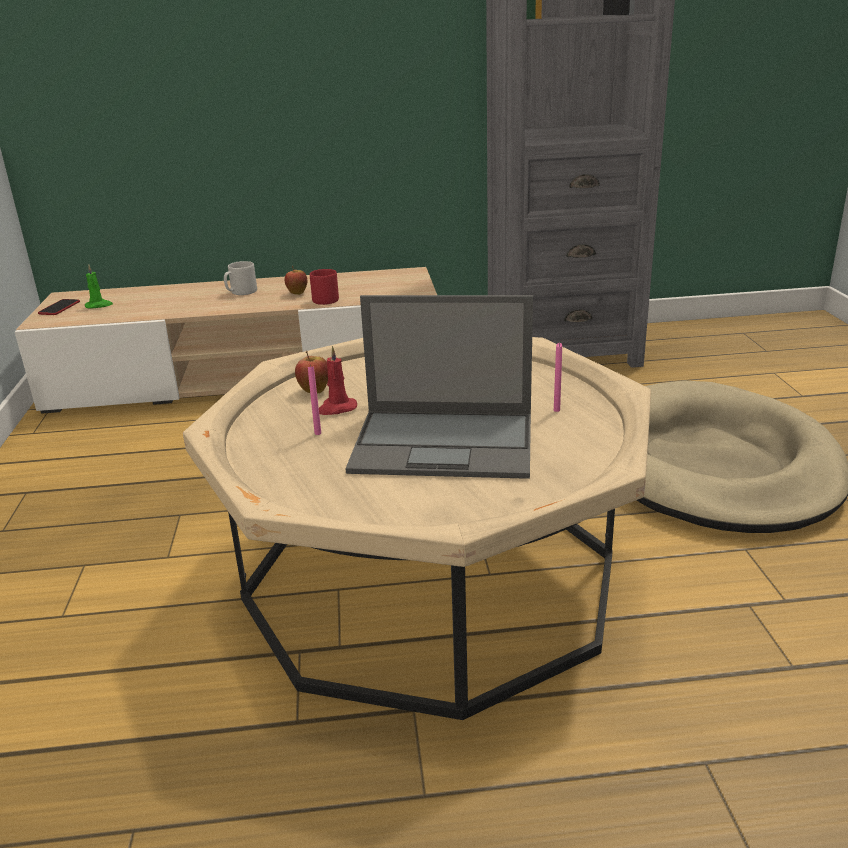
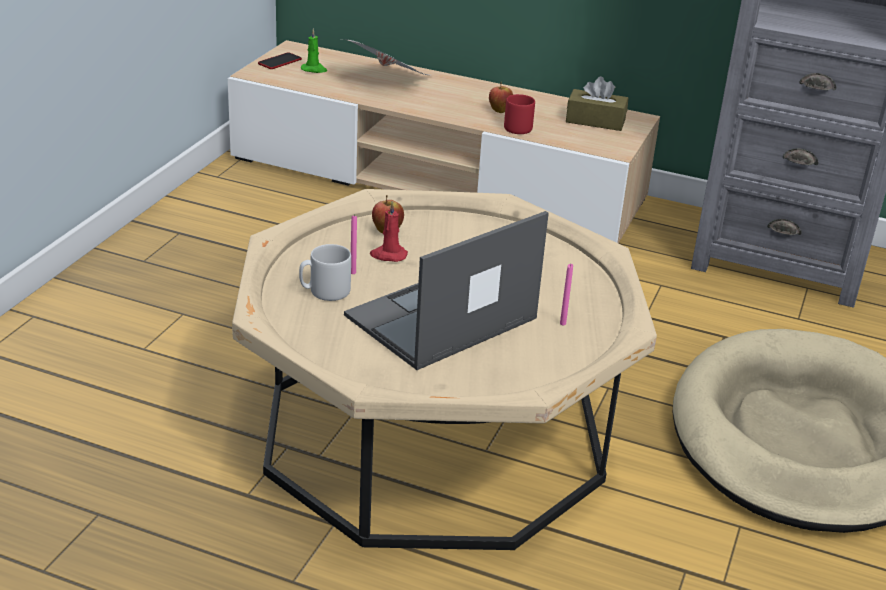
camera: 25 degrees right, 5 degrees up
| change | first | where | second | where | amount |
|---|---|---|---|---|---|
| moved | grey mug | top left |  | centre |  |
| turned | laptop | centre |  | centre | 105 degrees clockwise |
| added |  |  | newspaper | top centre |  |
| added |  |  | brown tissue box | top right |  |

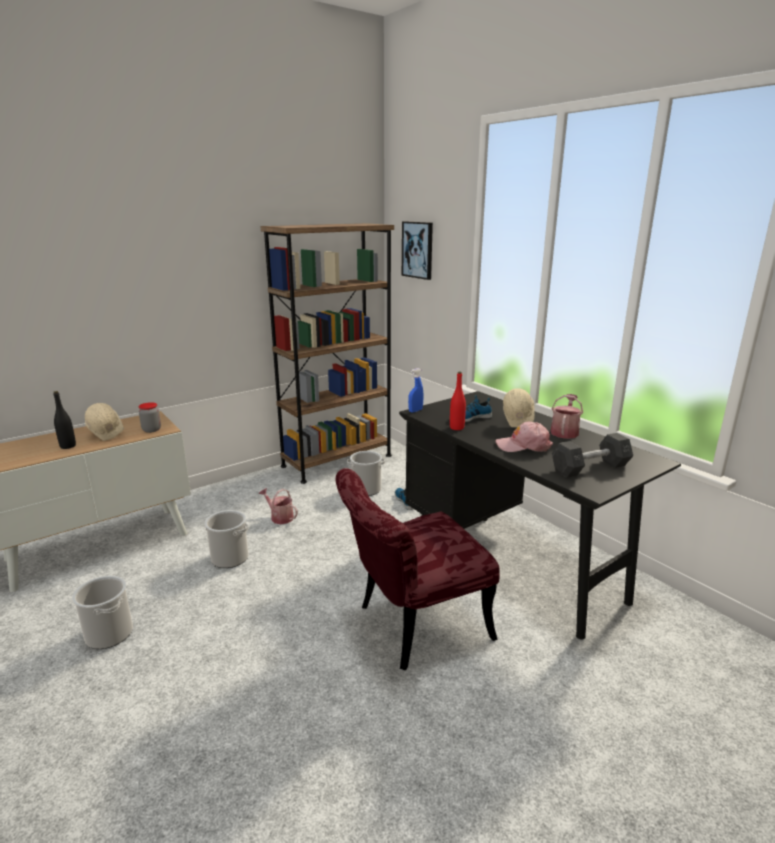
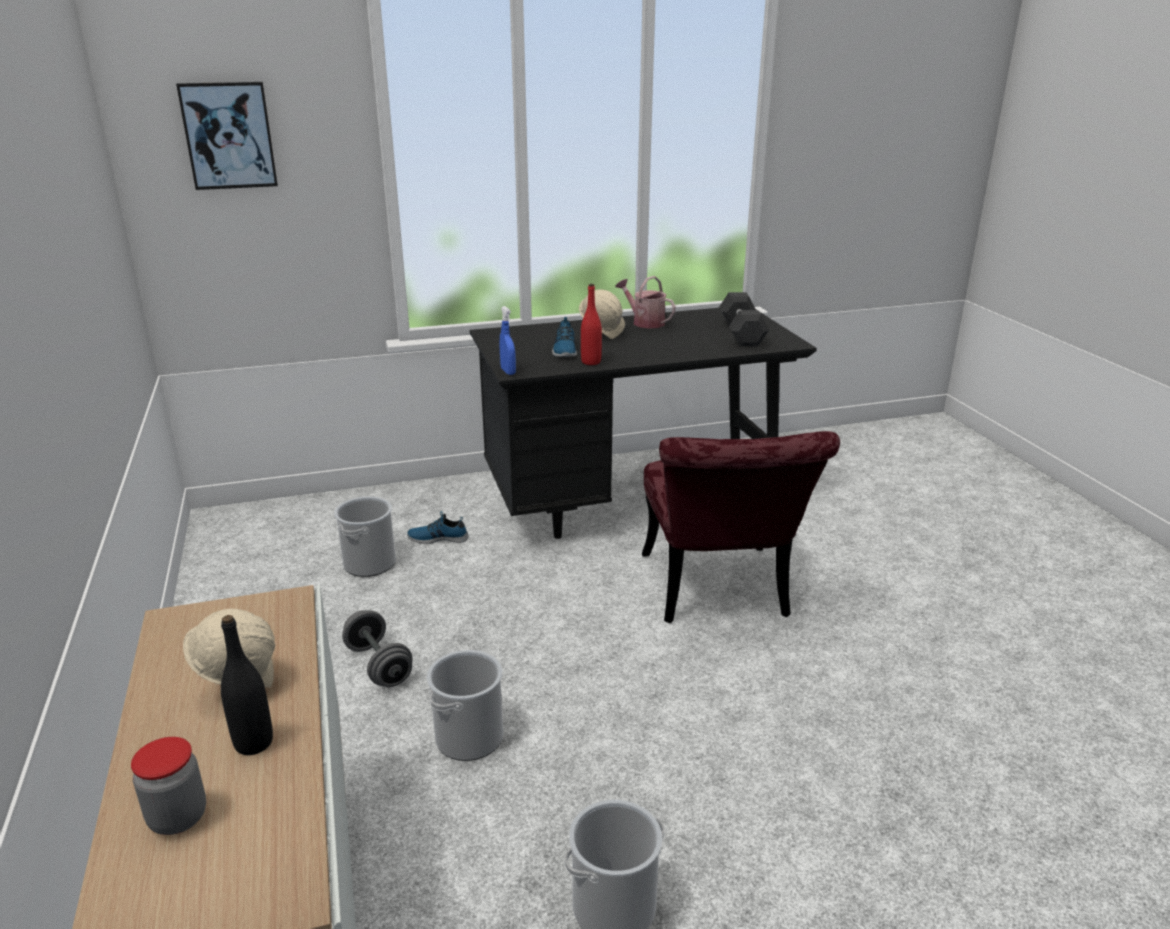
camera: 70 degrees left, 5 degrees up
| change | first | where | second | where | amount |
|---|---|---|---|---|---|
| moved | jar | middle left |  | bottom left |  |
| replaced | watering can (1st from left) | centre | grey dumbbell (1st from left) | bottom left |  |
| removed | brown bookcase | centre |  |  |  |
| removed | pink cap | middle right |  |  |  |

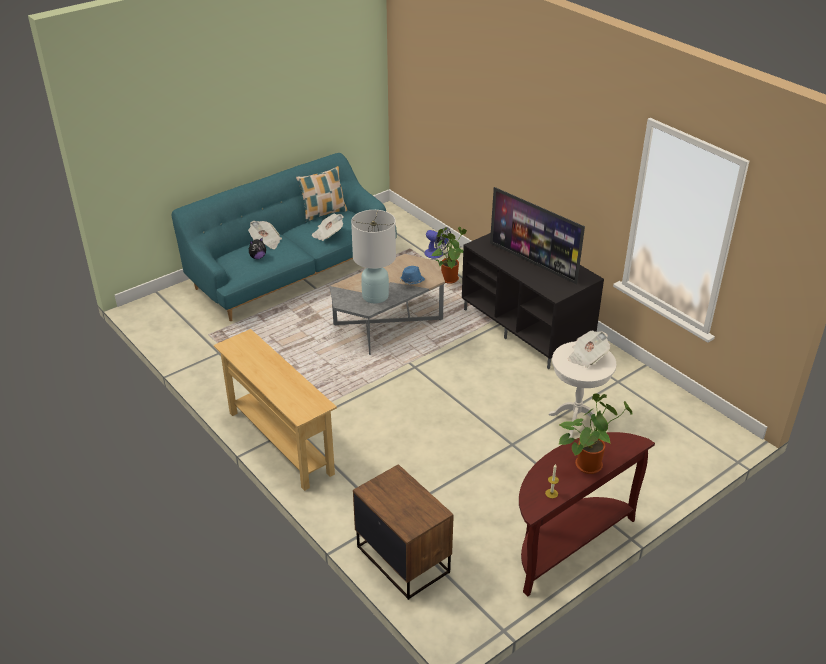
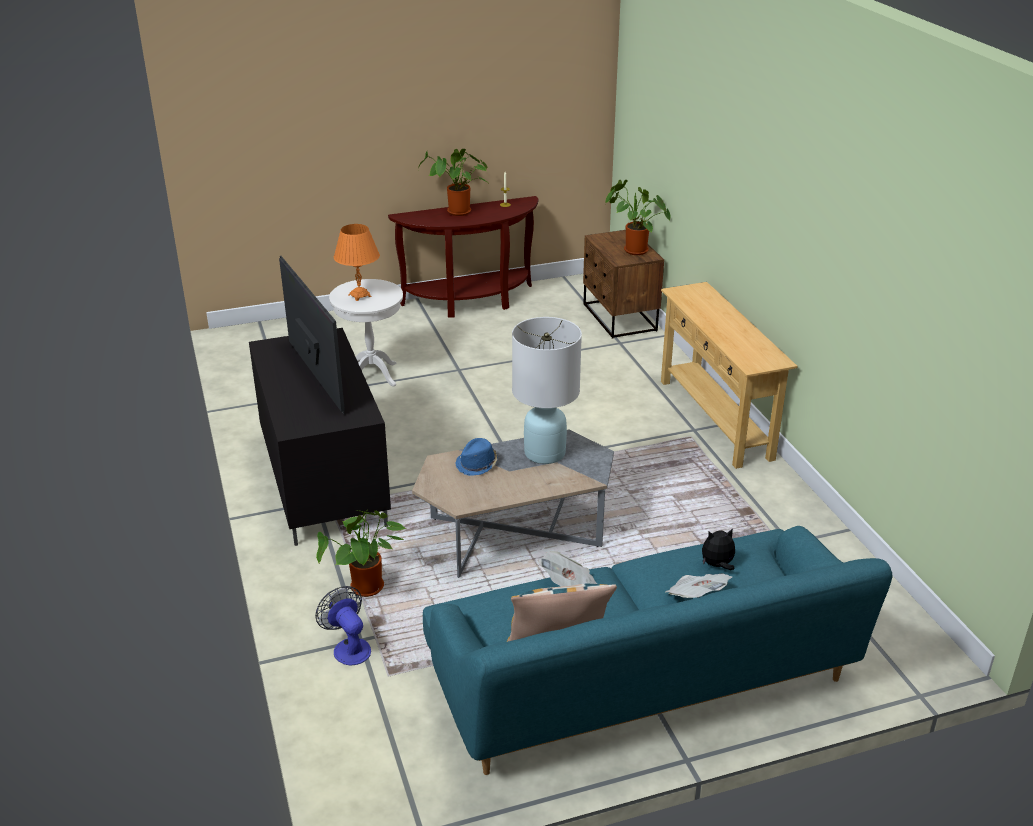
camera: 160 degrees left, 5 degrees down
| change | first | where | second | where | amount |
|---|---|---|---|---|---|
| replaced | newspaper (3rd from left) | middle right | orange table lamp | top centre |  |
| added |  |  | potted plant (3rd from left) | top centre |  |

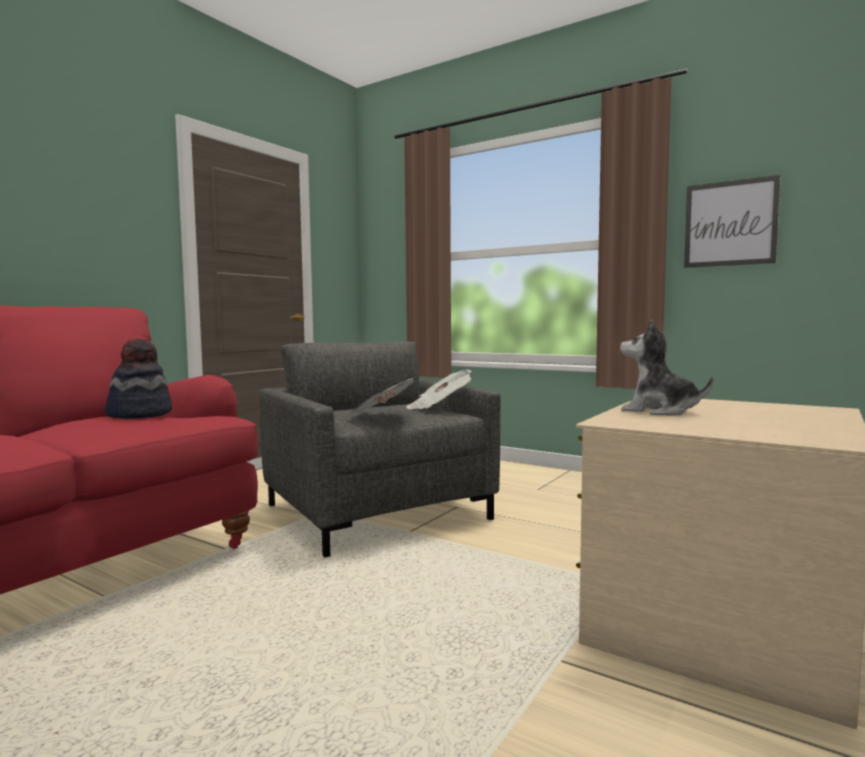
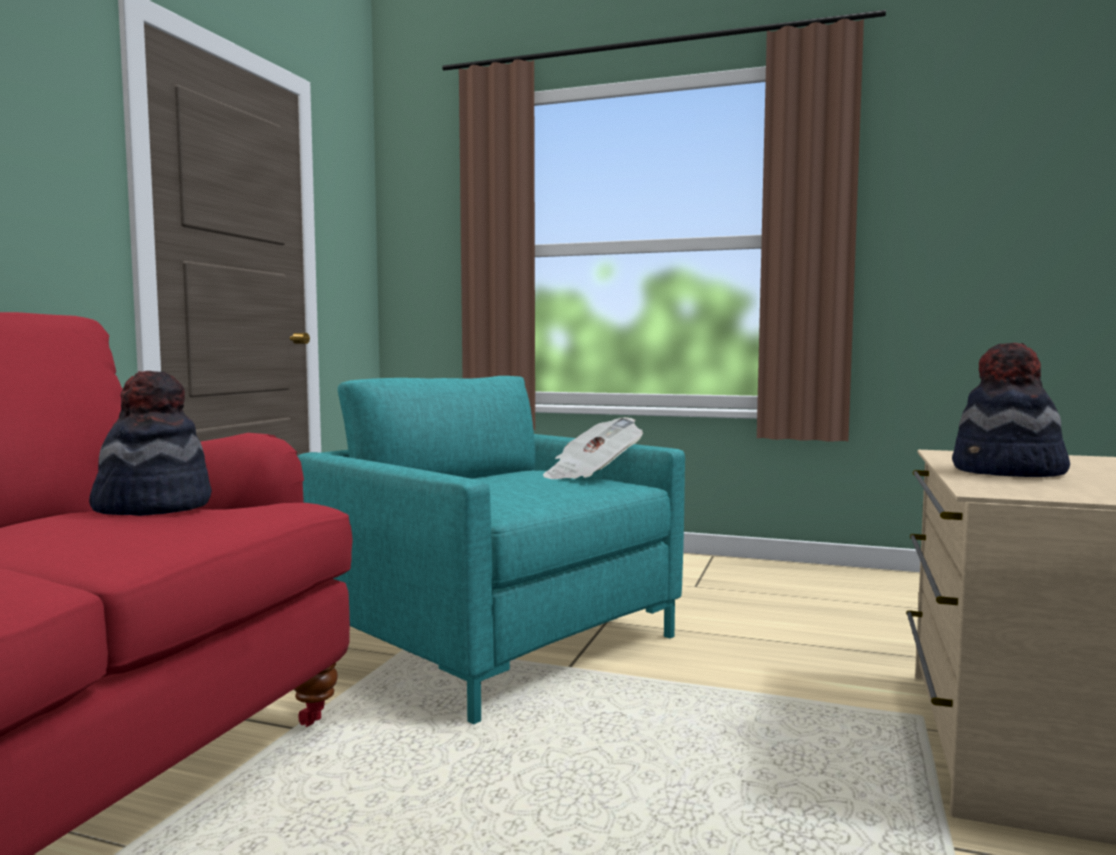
camera: 15 degrees left, 0 degrees up
| change | first | where | second | where | amount |
|---|---|---|---|---|---|
| recoloured | grey armchair | centre | turquoise armchair | centre |  |
| removed | newspaper (1st from left) | centre |  |  |  |
| replaced | plush toy | middle right | hat (2nd from left) | middle right |  |
| removed | picture | top right |  |  |  |

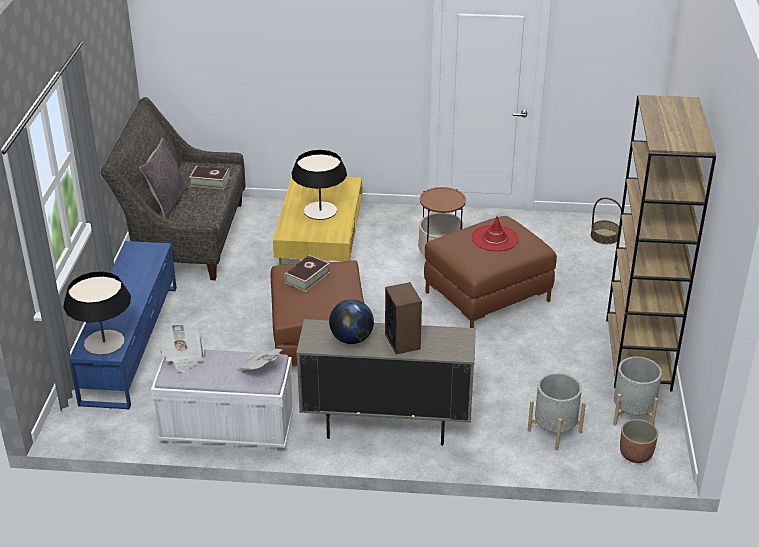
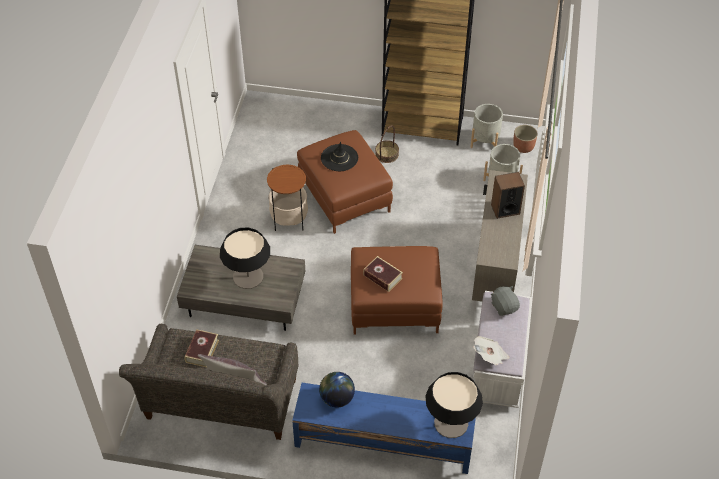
camera: 85 degrees left, 15 degrees up
| change | first | where | second | where | amount |
|---|---|---|---|---|---|
| replaced | newspaper (2nd from left) | centre | grey plush toy | middle right |  |
| recoloured | yellow coffee table | centre | grey coffee table | centre |  |
| moved | globe | centre |  | bottom centre |  |
| recoloured | red hat | centre | black hat | top centre |  |
| moved | basket | middle right |  | top centre |  |

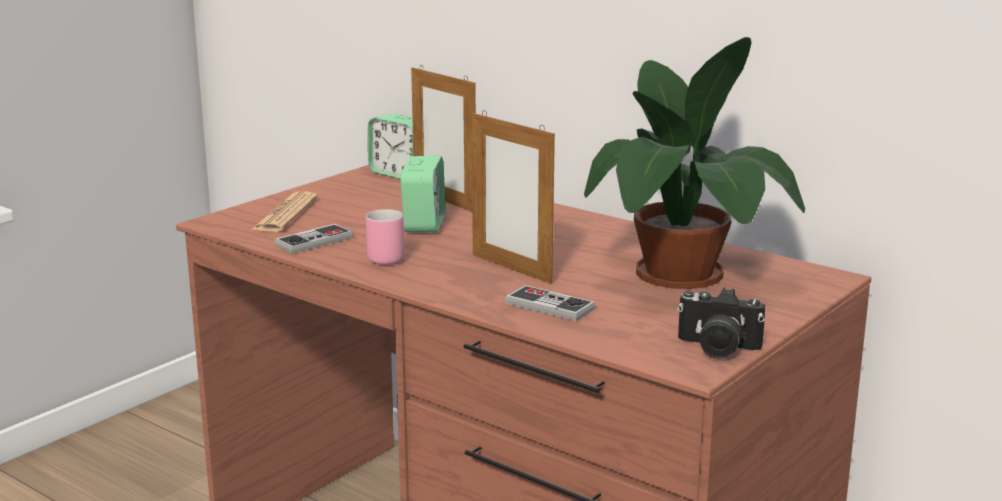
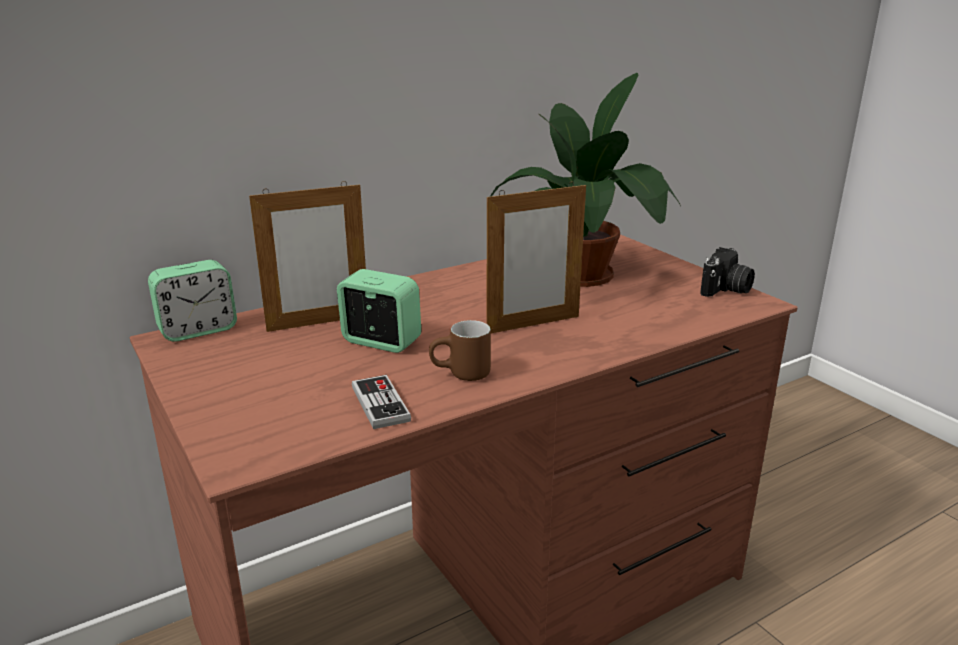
camera: 70 degrees left, 5 degrees up
| change | first | where | second | where | amount |
|---|---|---|---|---|---|
| removed | newspaper | middle left |  |  |  |
| recoloured | pink mug | centre | brown mug | centre |  |
| removed | game controller (2nd from left) | centre |  |  |  |

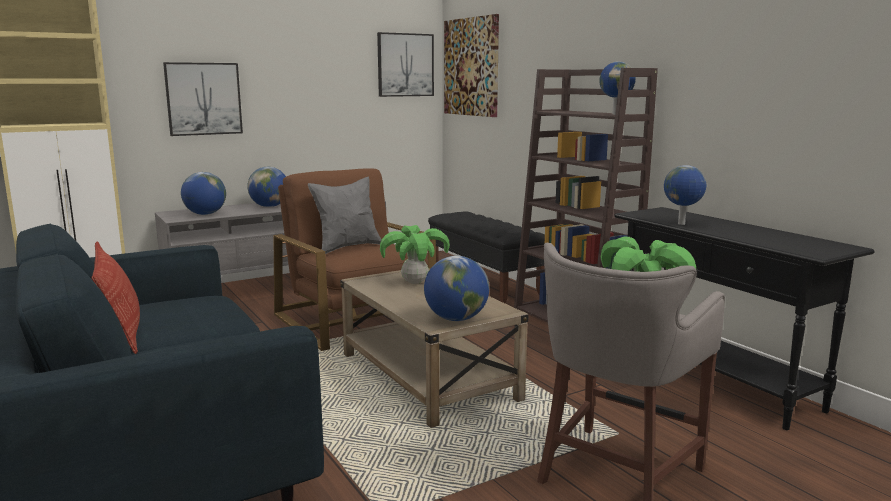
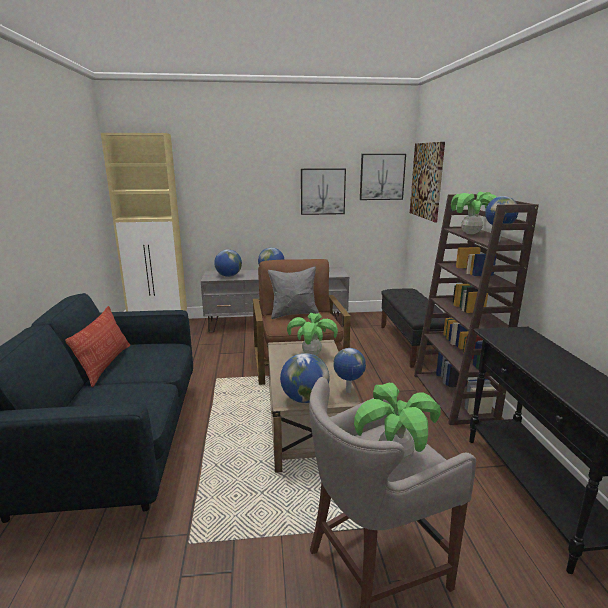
camera: 25 degrees right, 5 degrees up
| change | first | where | second | where | amount |
|---|---|---|---|---|---|
| moved | picture (1st from left) | top left |  | top centre |  |
| moved | globe (5th from left in the first image) | middle right | globe (4th from left) | centre |  |
| added |  |  | potted plant (3rd from left) | middle right |  |

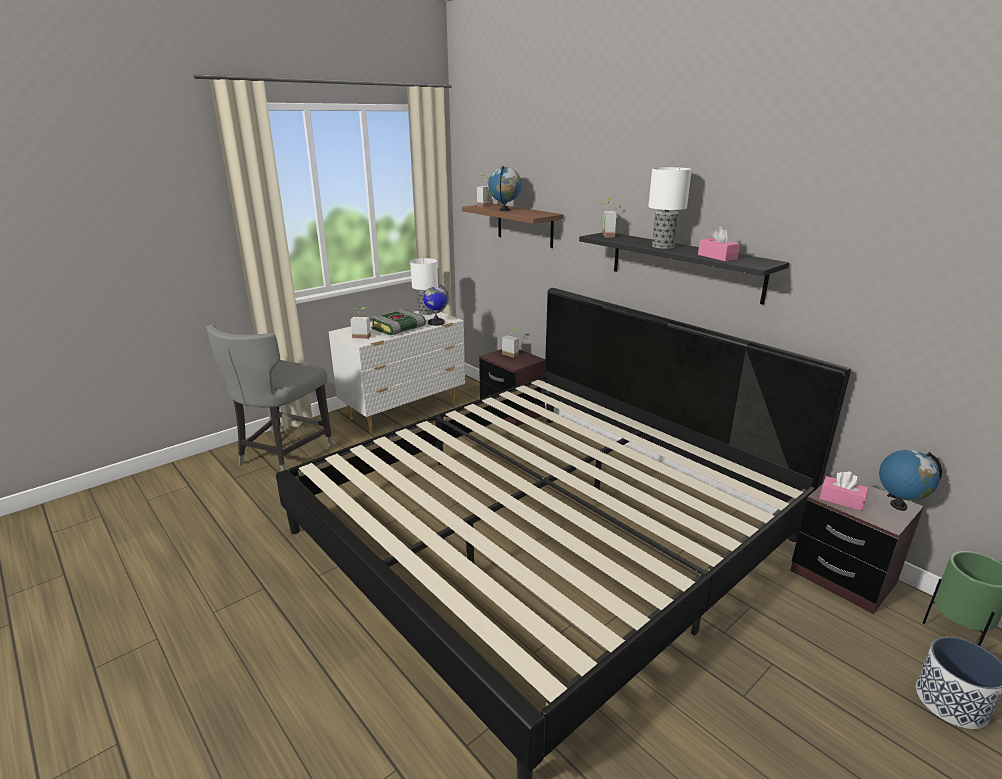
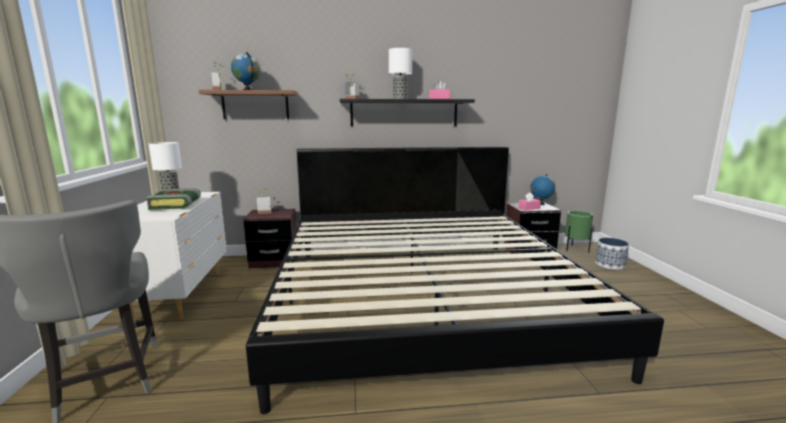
camera: 55 degrees left, 10 degrees down
| change | first | where | second | where | amount |
|---|---|---|---|---|---|
| removed | potted plant (1st from left) | centre |  |  |  |
| removed | globe (1st from left) | centre |  |  |  |

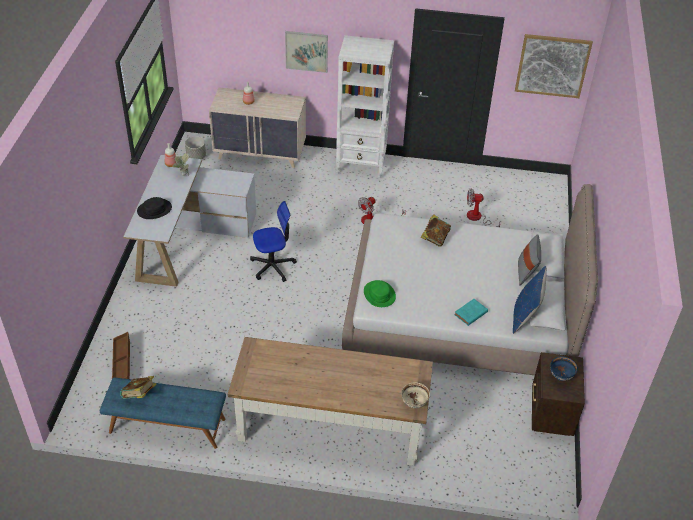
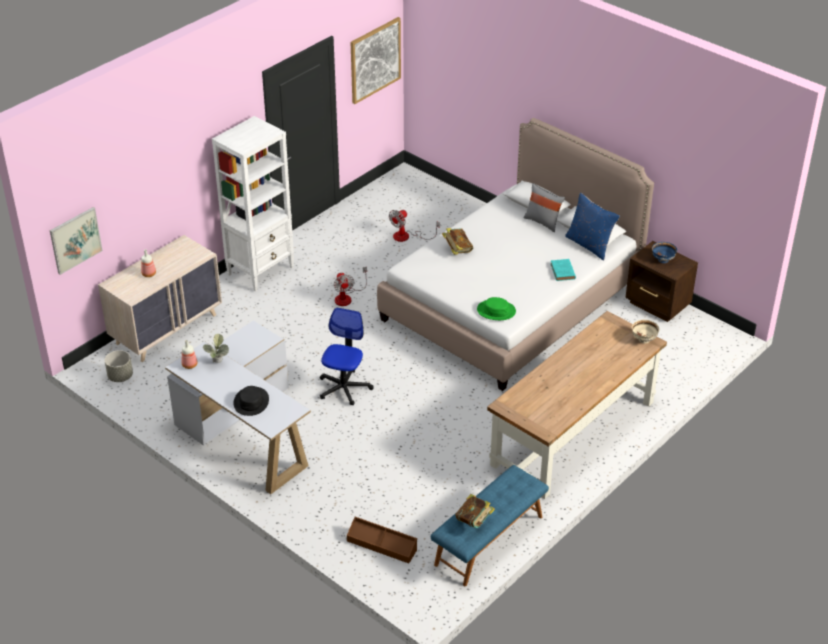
camera: 55 degrees left, 5 degrees down
| change | first | where | second | where | amount |
|---|---|---|---|---|---|
| moved | picture (1st from left) | top centre |  | middle left |  |

